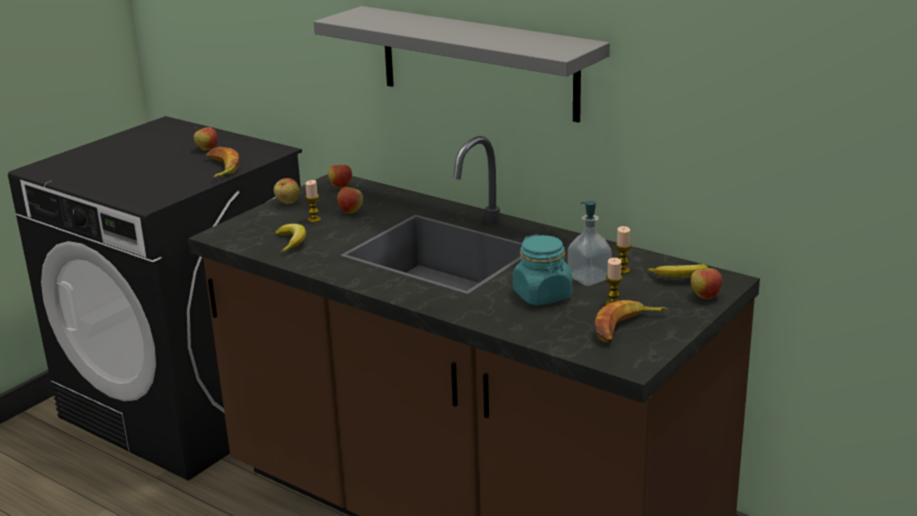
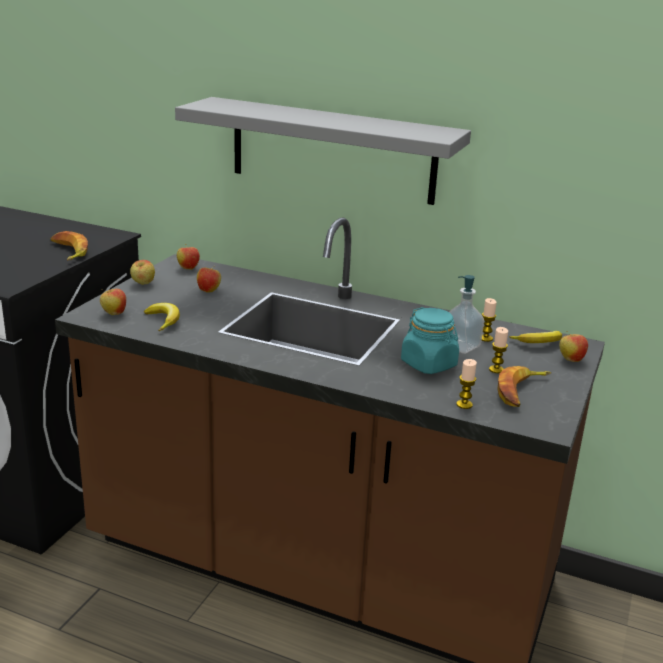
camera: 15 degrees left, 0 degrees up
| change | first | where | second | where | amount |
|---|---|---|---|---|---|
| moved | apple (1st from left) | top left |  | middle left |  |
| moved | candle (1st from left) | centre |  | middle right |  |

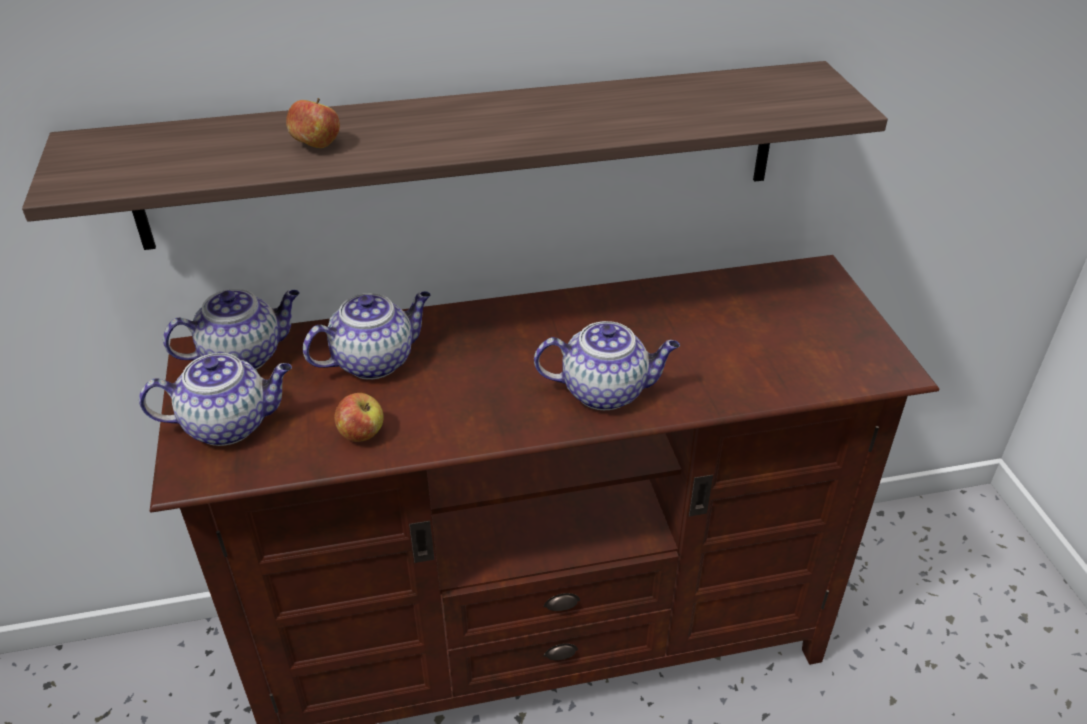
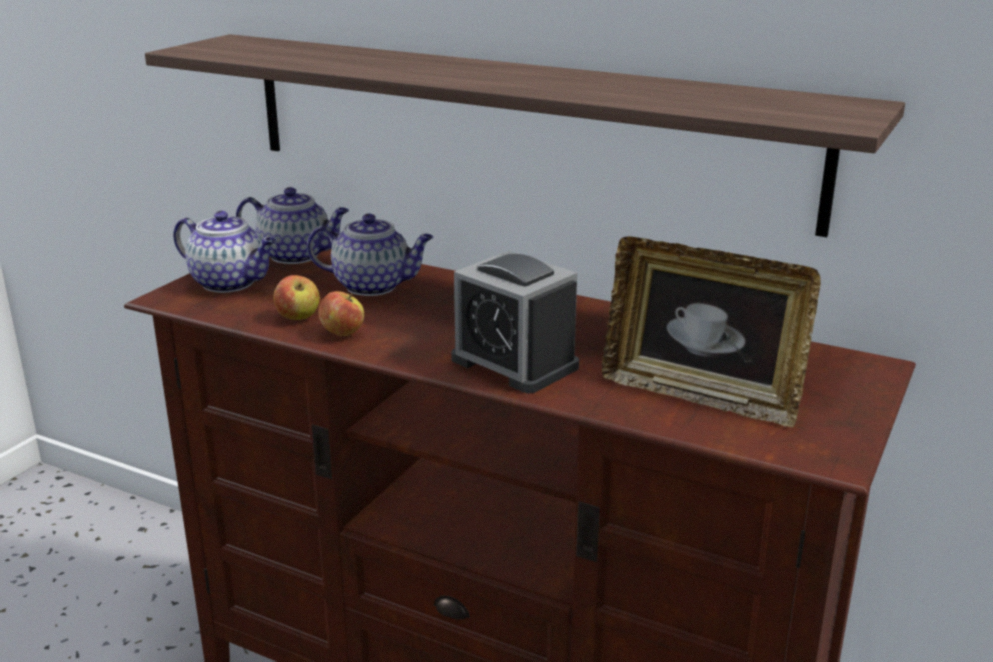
camera: 40 degrees right, 15 degrees down
| change | first | where | second | where | amount |
|---|---|---|---|---|---|
| moved | apple (1st from left in the first image) | top left | apple (2nd from left) | centre |  |
| replaced | teapot (4th from left) | centre | alarm clock | centre |  |
| added |  |  | picture frame | middle right |  |

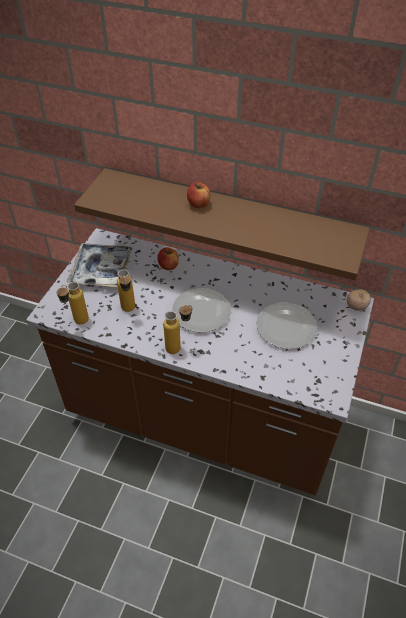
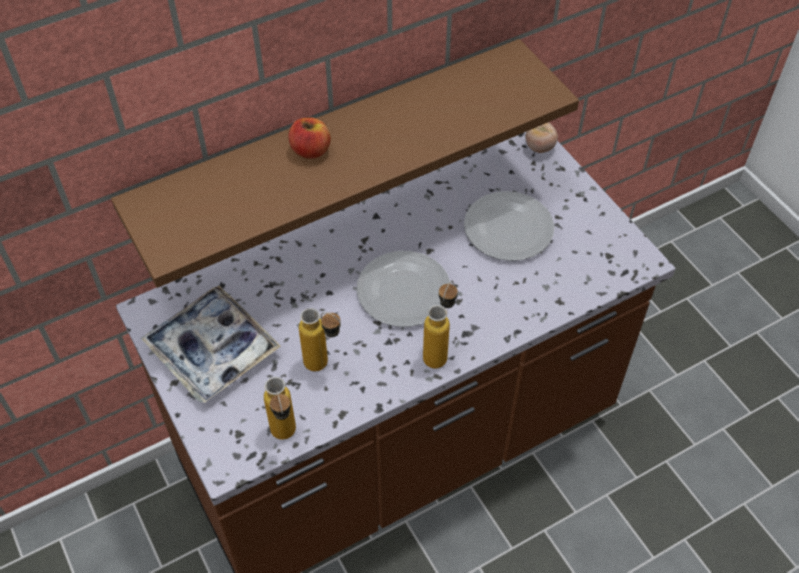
camera: 50 degrees left, 5 degrees up
| change | first | where | second | where | amount |
|---|---|---|---|---|---|
| removed | apple (1st from left) | centre |  |  |  |

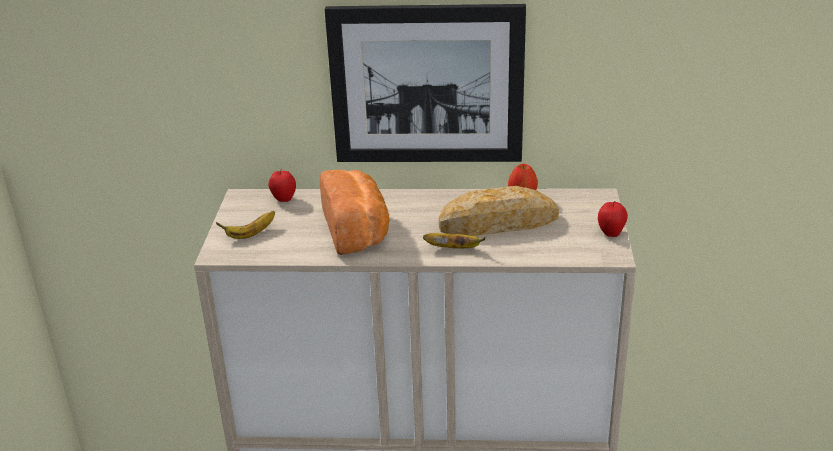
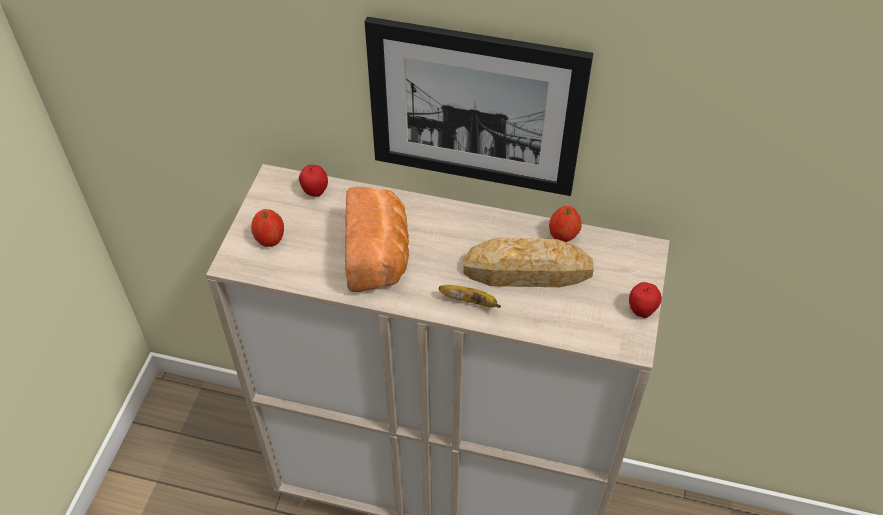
camera: 10 degrees right, 20 degrees up
| change | first | where | second | where | amount |
|---|---|---|---|---|---|
| replaced | banana (1st from left) | middle left | apple (1st from left) | middle left |  |

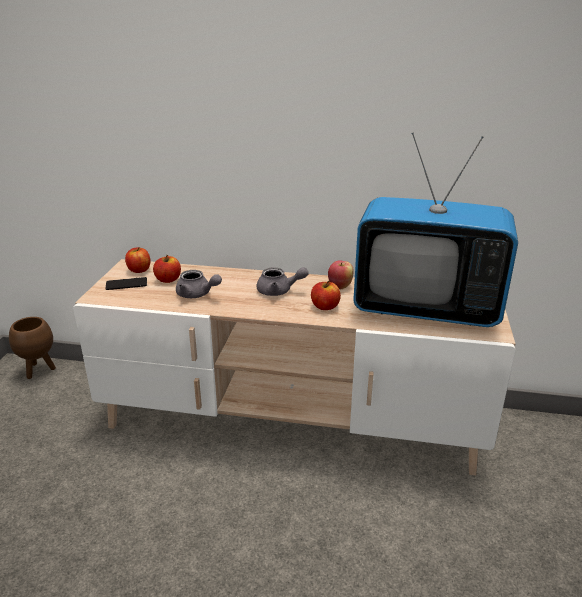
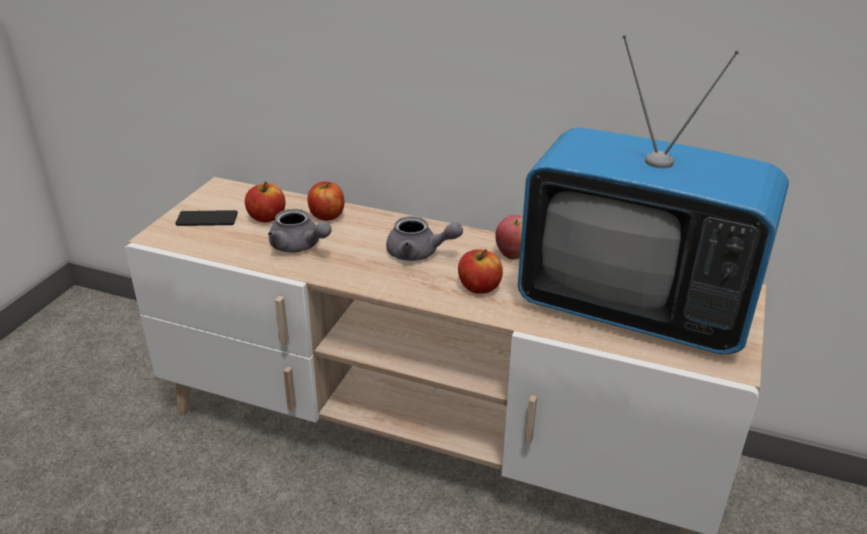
camera: 10 degrees right, 5 degrees up
| change | first | where | second | where | amount |
|---|---|---|---|---|---|
| removed | brown planter | middle left |  |  |  |
| moved | apple (1st from left in the first image) | middle left | apple (2nd from left) | centre |  |

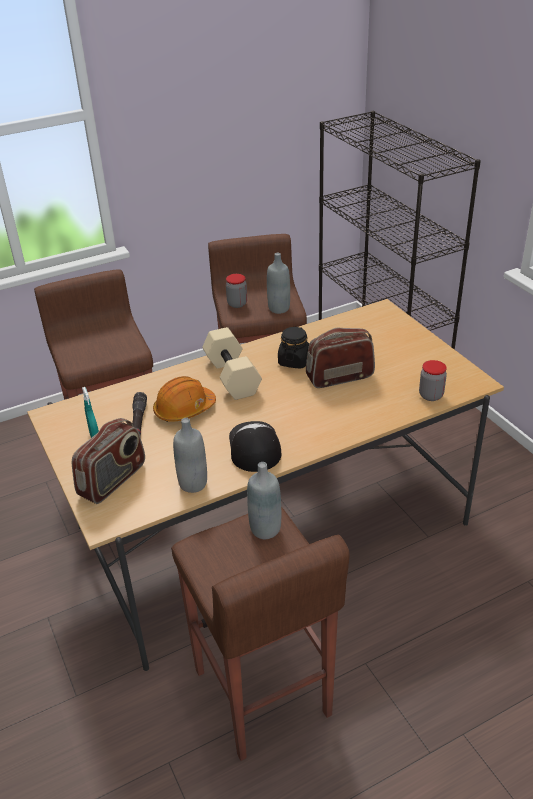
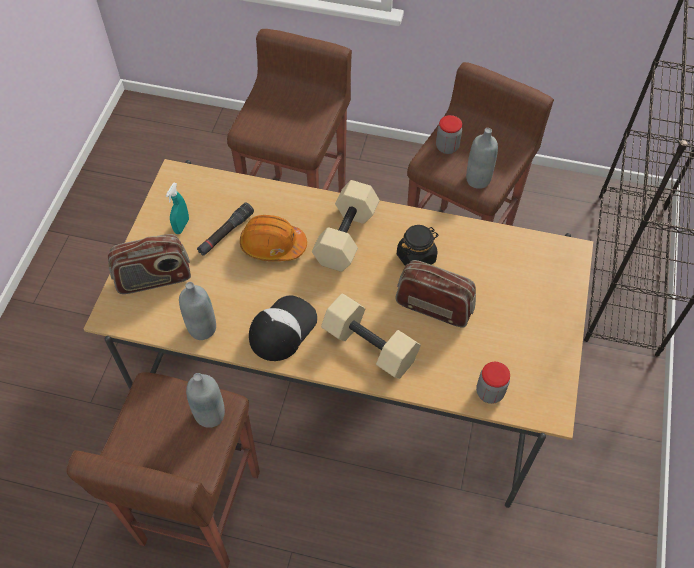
camera: 40 degrees right, 20 degrees up
| change | first | where | second | where | amount |
|---|---|---|---|---|---|
| added |  |  | beige dumbbell (2nd from left) | centre |  |

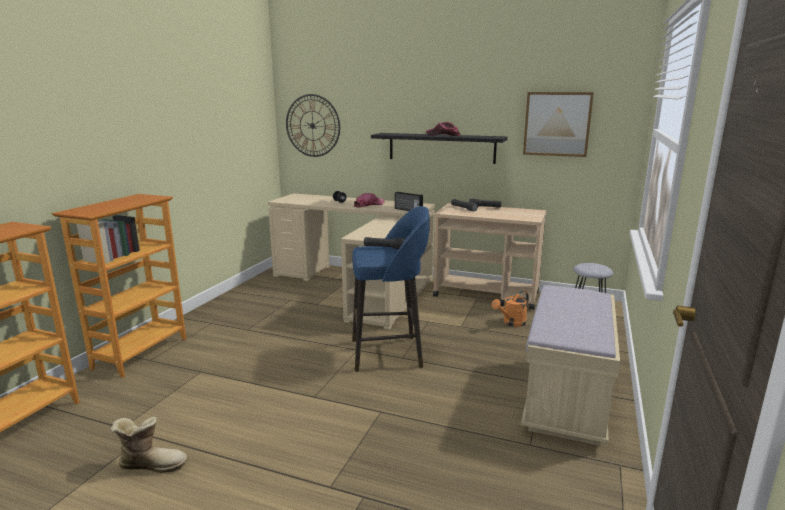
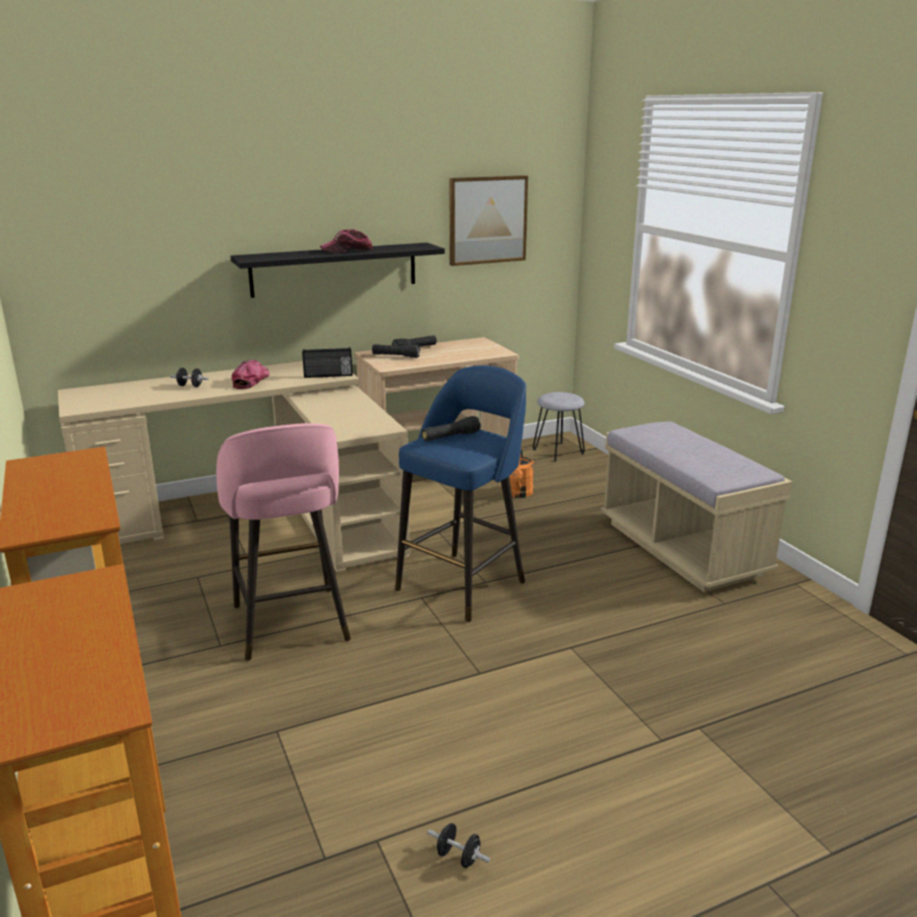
camera: 45 degrees left, 5 degrees up
| change | first | where | second | where | amount |
|---|---|---|---|---|---|
| replaced | boot | bottom left | black dumbbell (2nd from left) | bottom centre |  |
| removed | wall clock | top centre |  |  |  |
| added |  |  | pink stool | middle left |  |

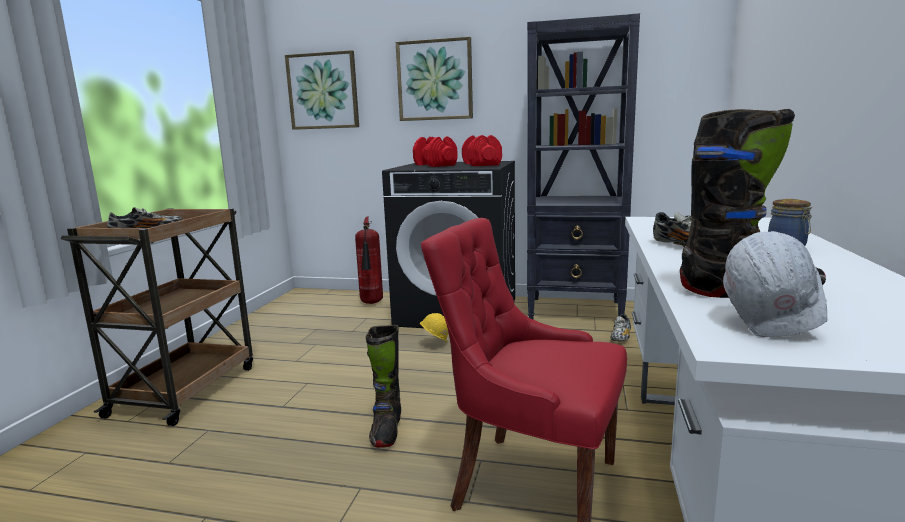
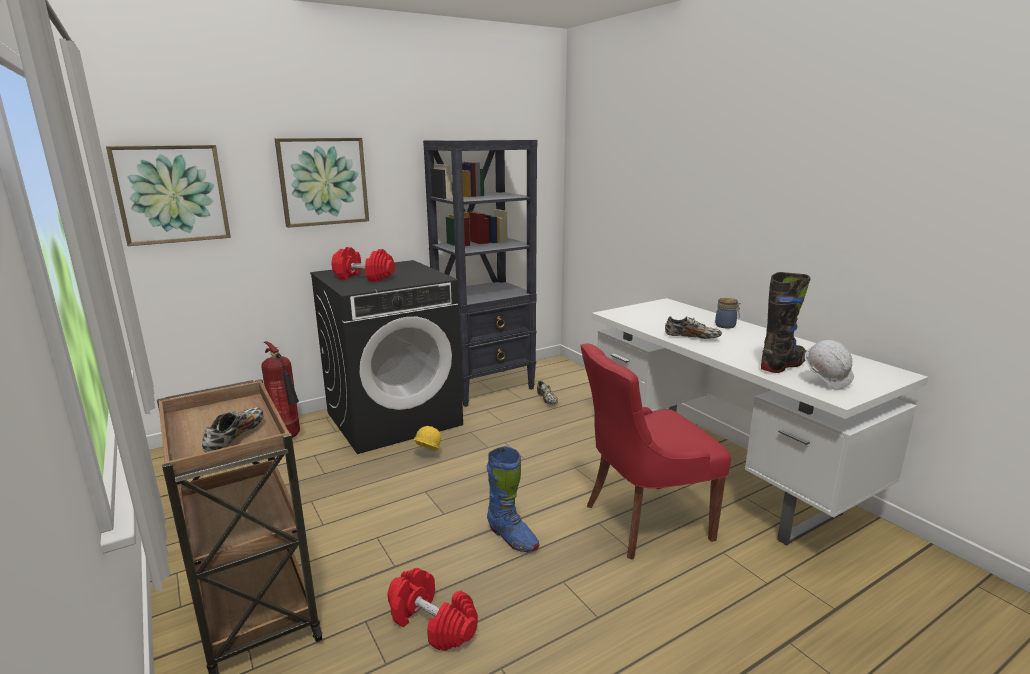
camera: 45 degrees left, 5 degrees up
| change | first | where | second | where | amount |
|---|---|---|---|---|---|
| recoloured | black boot (1st from left) | bottom centre | blue boot | bottom centre |  |
| moved | red dumbbell (2nd from left) | top centre |  | bottom centre |  |

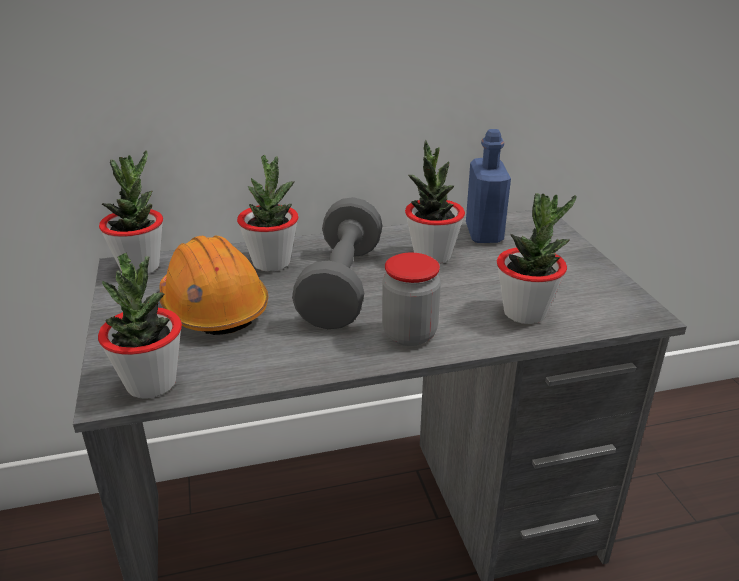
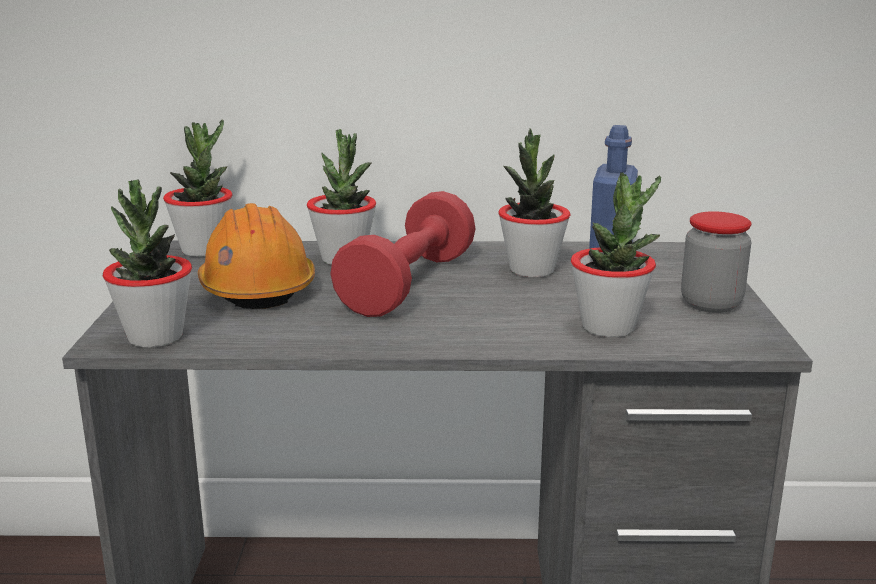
camera: 15 degrees right, 10 degrees down
| change | first | where | second | where | amount |
|---|---|---|---|---|---|
| recoloured | grey dumbbell | centre | red dumbbell | centre |  |
| moved | jar | centre |  | middle right |  |

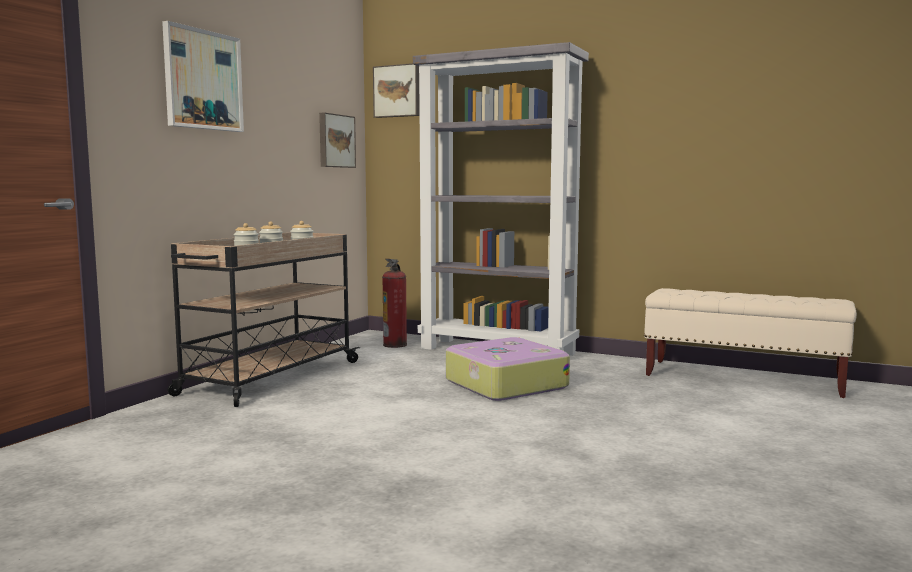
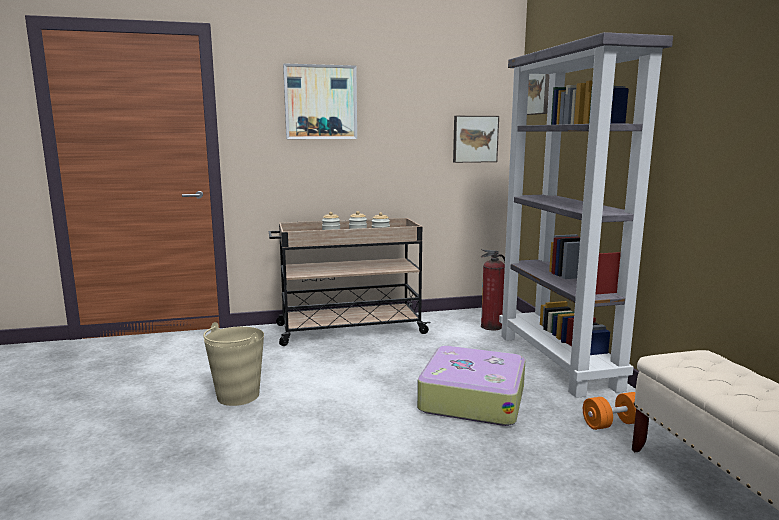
camera: 50 degrees right, 5 degrees up
| change | first | where | second | where | amount |
|---|---|---|---|---|---|
| added |  |  | beige bucket | bottom left |  |
| added |  |  | orange dumbbell | bottom right |  |

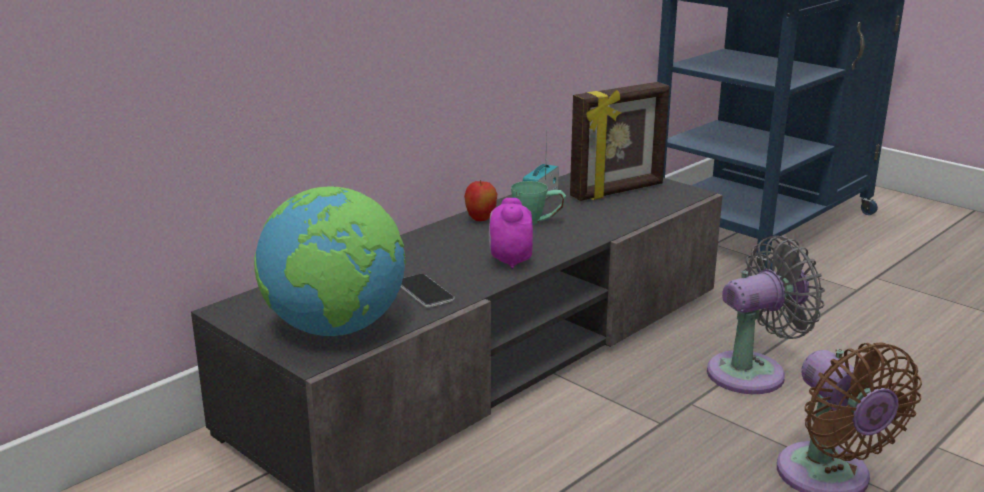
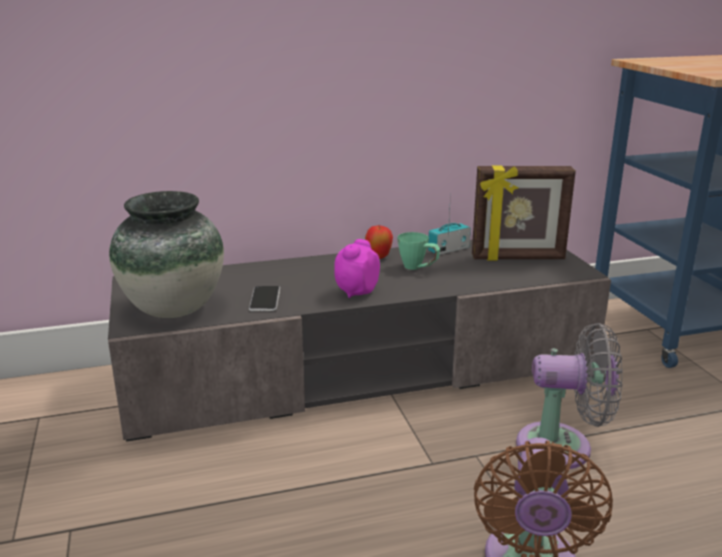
camera: 30 degrees right, 0 degrees up
| change | first | where | second | where | amount |
|---|---|---|---|---|---|
| replaced | globe | centre | vase | middle left |  |

